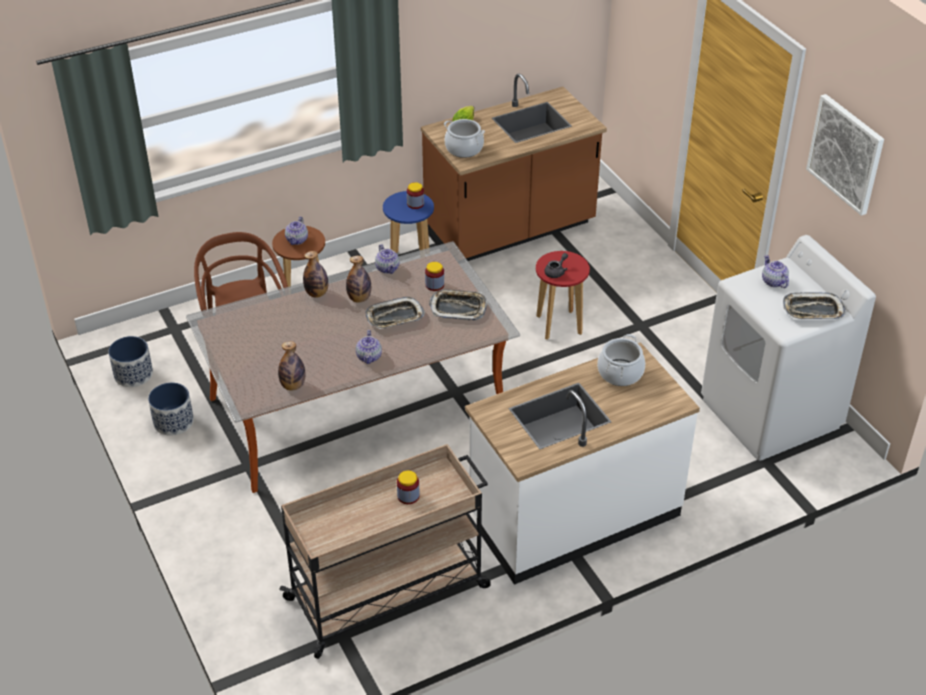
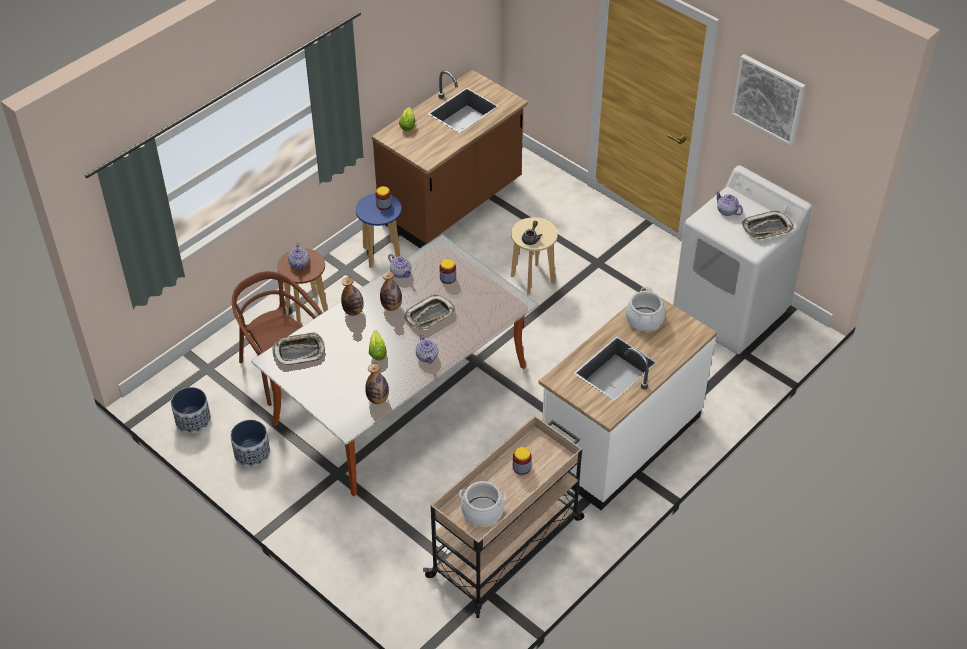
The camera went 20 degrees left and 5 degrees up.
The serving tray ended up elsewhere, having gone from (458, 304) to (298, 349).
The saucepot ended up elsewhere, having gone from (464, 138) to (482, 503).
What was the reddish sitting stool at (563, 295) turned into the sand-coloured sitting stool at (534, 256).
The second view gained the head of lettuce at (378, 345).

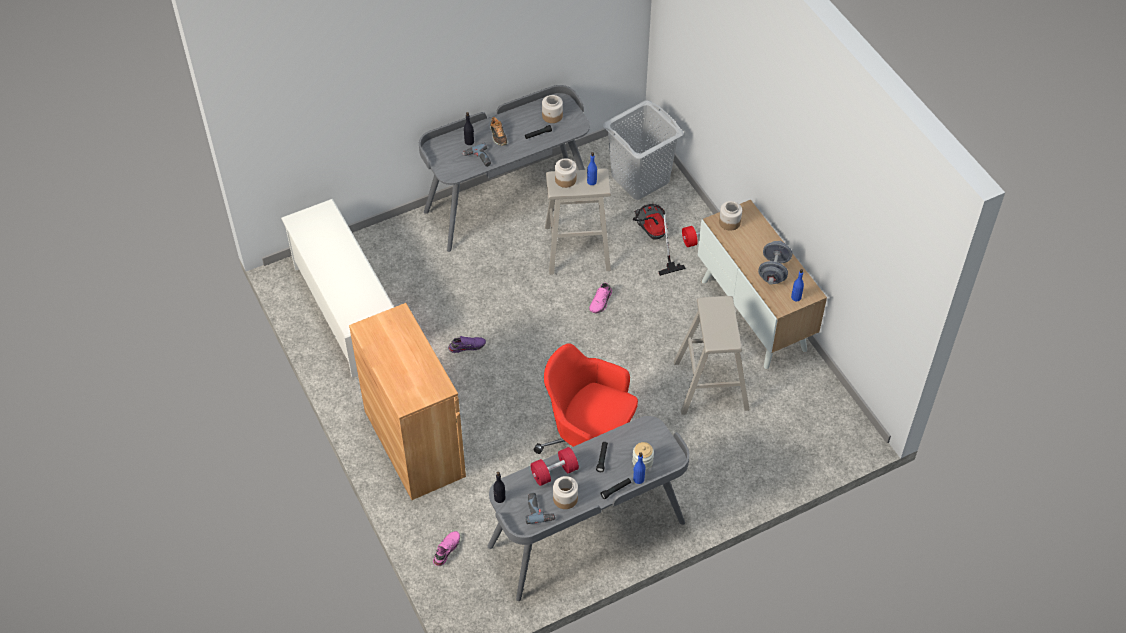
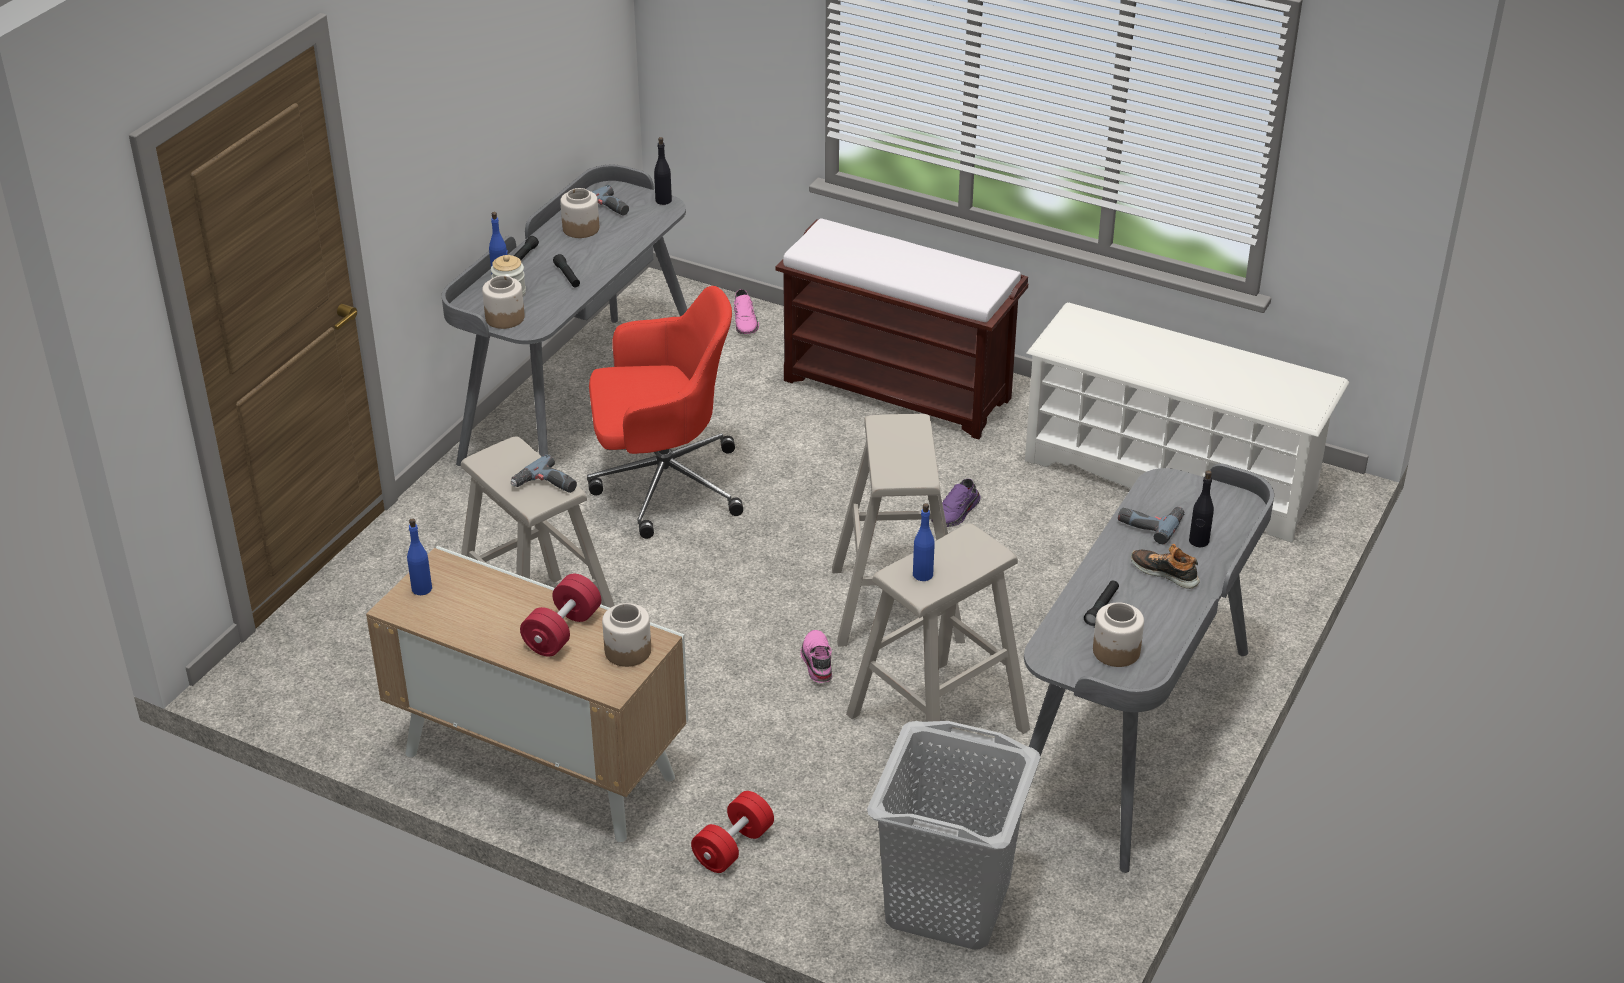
The camera went 145 degrees right and 15 degrees down.
Where the brown storage cabinet stood at (407, 401), the brown bench came to stand at (901, 328).
The reddish hand weight ended up elsewhere, having gone from (554, 466) to (560, 615).
The preserve jar ended up elsewhere, having gone from (566, 173) to (503, 302).
The second view lost the vacuum at (659, 240).
The second view lost the grey hand weight at (775, 263).
The second view gained the electric drill at (544, 473).
The second view gained the sand-coloured sitting stool at (898, 530).

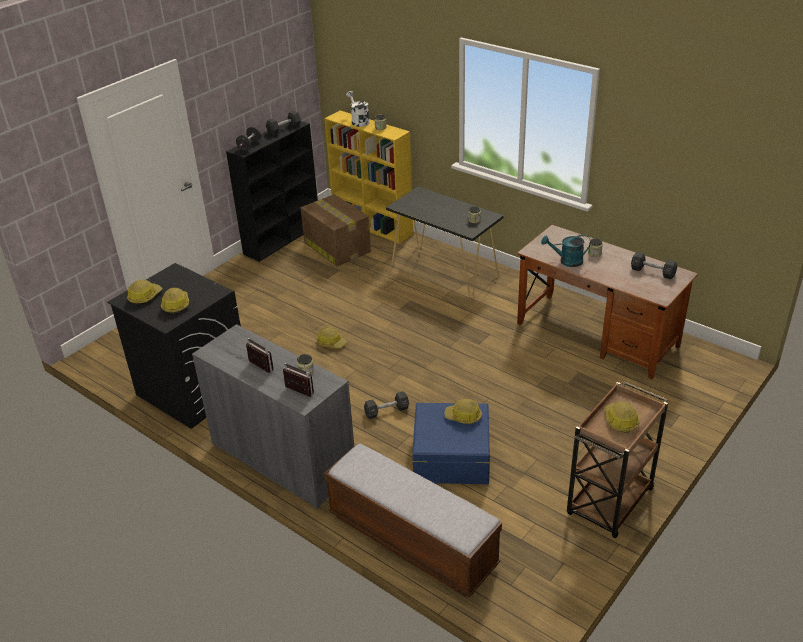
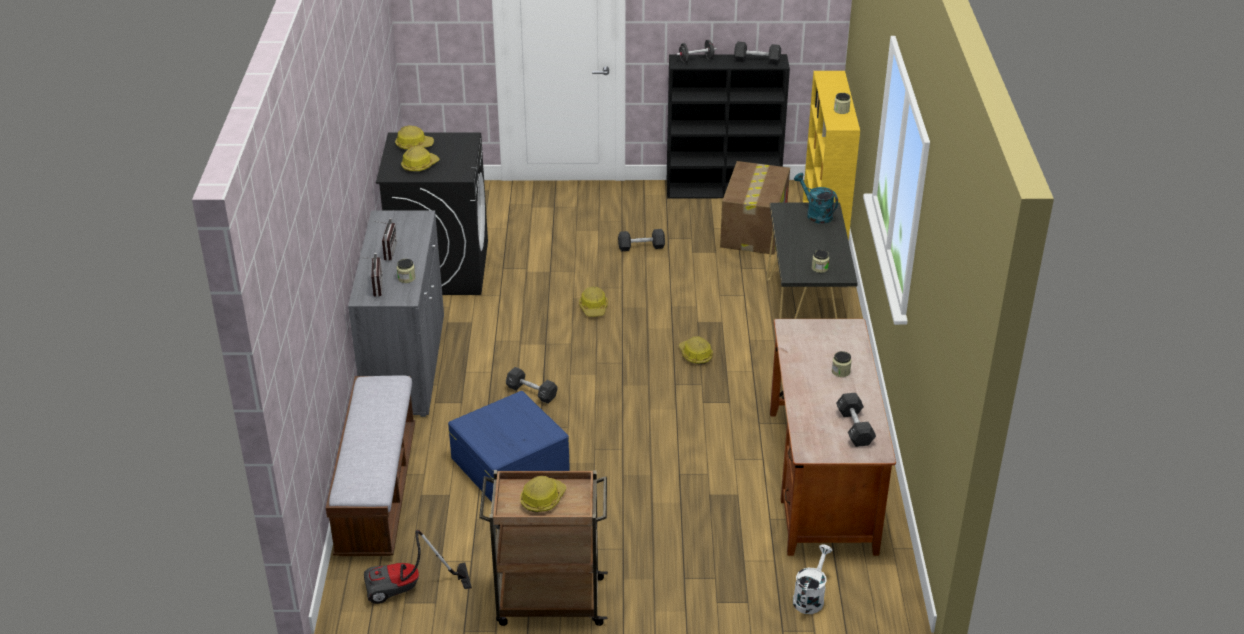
The camera went 50 degrees right and 0 degrees up.
The white-coloured watering pot ended up elsewhere, having gone from (357, 109) to (812, 579).
The work helmet ended up elsewhere, having gone from (463, 411) to (696, 350).
The turquoise watering pot ended up elsewhere, having gone from (566, 250) to (816, 198).
The second view gained the vacuum at (418, 567).
The second view gained the blackish hand weight at (641, 240).

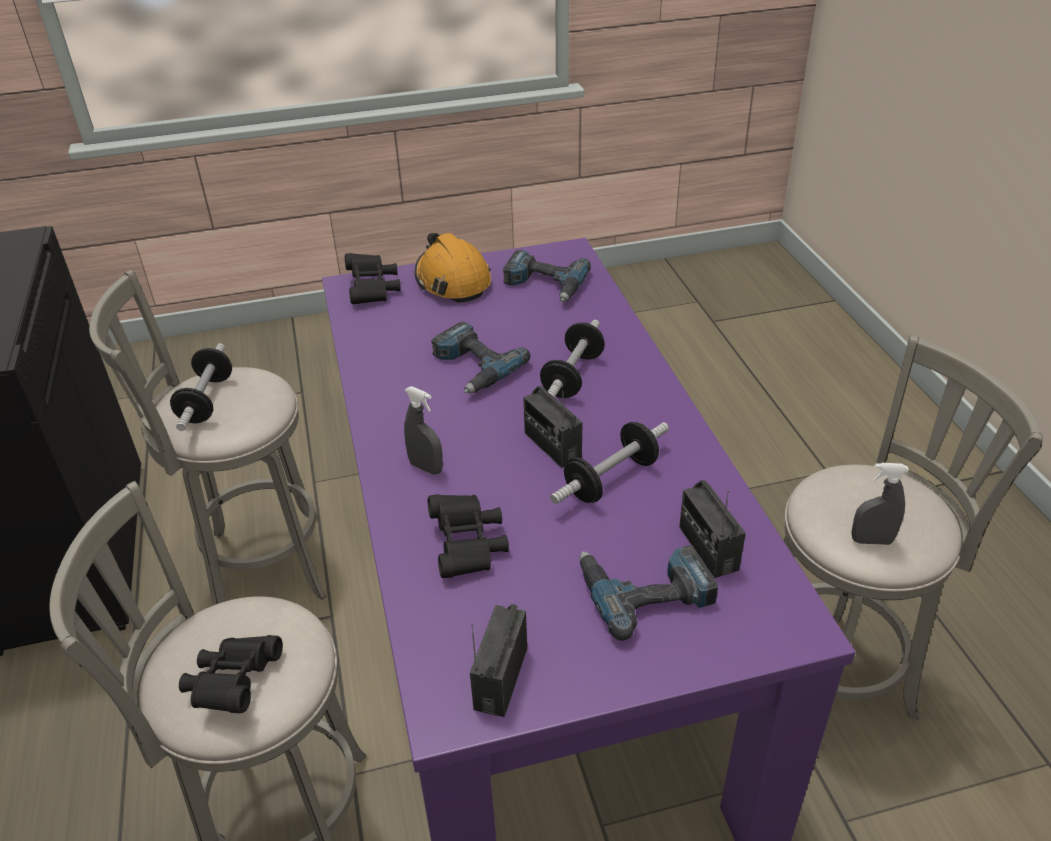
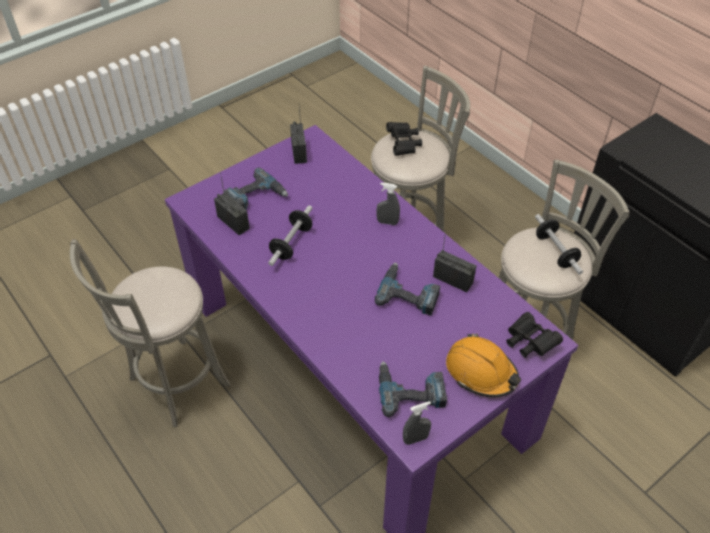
The camera went 155 degrees right and 10 degrees up.
The second view lost the blackish binoculars at (468, 536).
The radio receiver ended up elsewhere, having gone from (553, 426) to (454, 261).
The second view lost the hand weight at (572, 359).
The grey hand sprayer ended up elsewhere, having gone from (880, 504) to (417, 423).

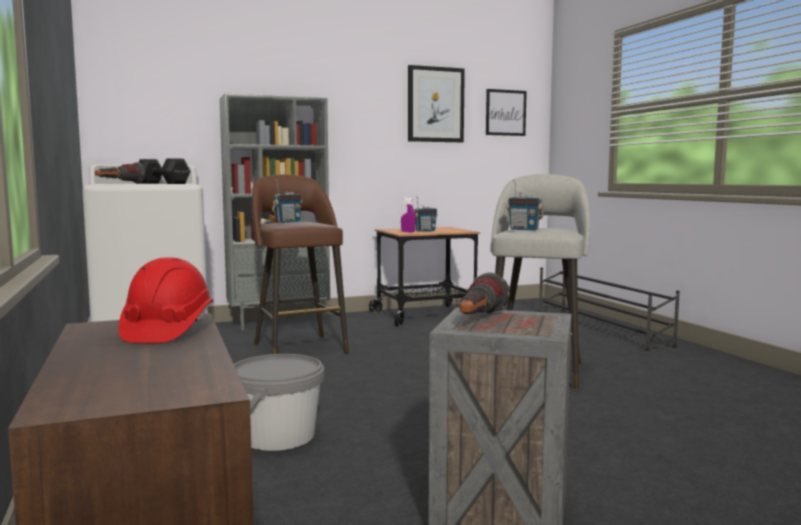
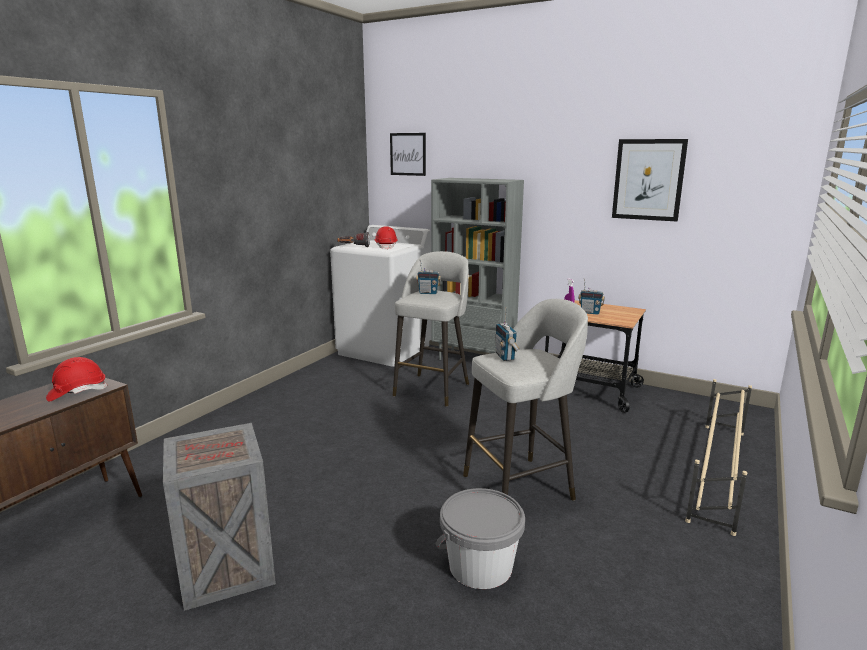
The camera went 50 degrees right and 10 degrees up.
Where the blackish hand weight stood at (164, 171), the reddish work helmet came to stand at (386, 238).
The grey water bucket ended up elsewhere, having gone from (279, 402) to (480, 538).
What was the brown sitting stool at (300, 264) turned into the grey sitting stool at (431, 329).
The second view lost the torch at (485, 293).
The wall art ended up elsewhere, having gone from (506, 112) to (408, 154).
What was the blackish shoe rack at (609, 309) turned into the sand-coloured shoe rack at (718, 457).

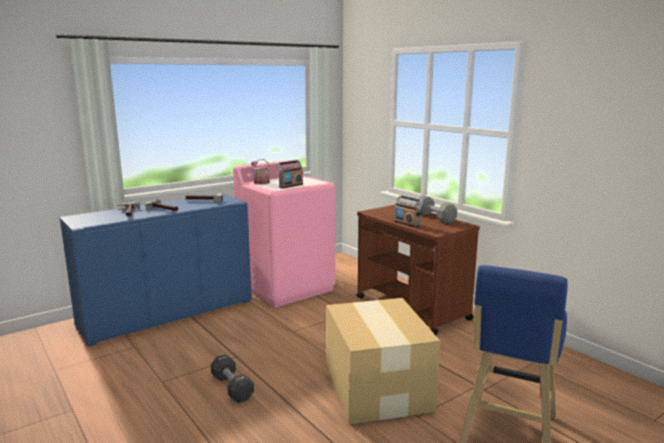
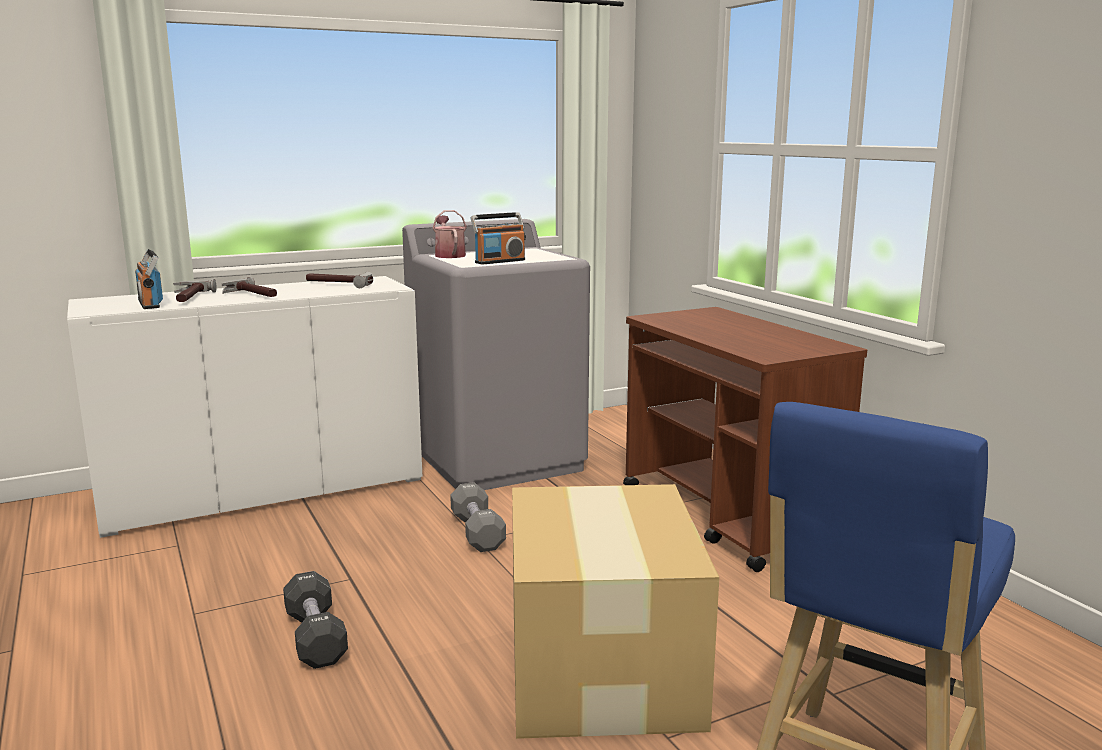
The camera went 10 degrees right and 0 degrees up.
What was the bluish storage cabinet at (156, 270) turned into the white-coloured storage cabinet at (244, 407).
What was the pink-coloured laundry appliance at (284, 233) turned into the grey laundry appliance at (496, 354).
The radio receiver ended up elsewhere, having gone from (408, 211) to (149, 279).
The grey hand weight ended up elsewhere, having gone from (436, 210) to (478, 517).

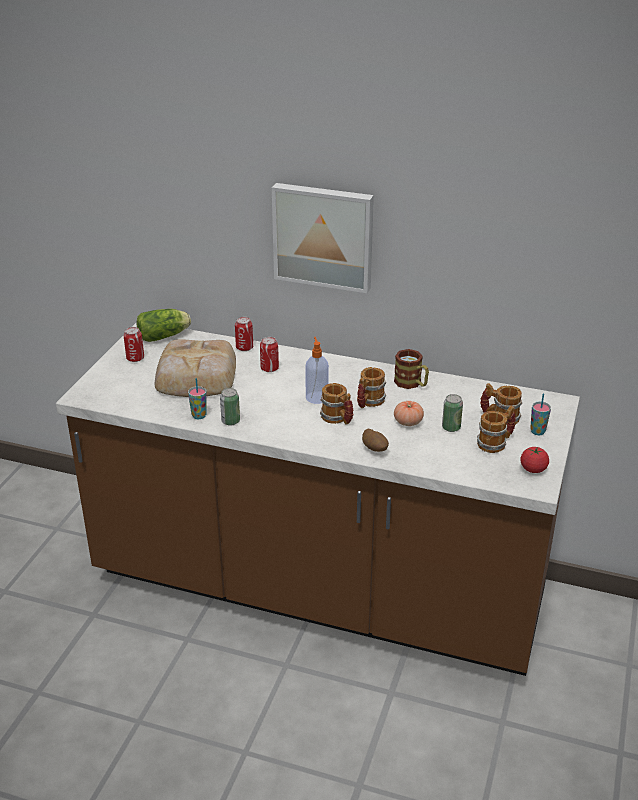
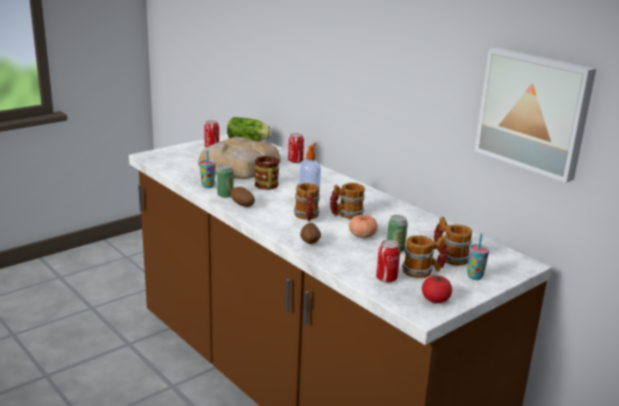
The camera went 30 degrees right and 10 degrees down.
The metal can ended up elsewhere, having gone from (269, 354) to (388, 261).
The wall art ended up elsewhere, having gone from (323, 238) to (535, 115).
The coffee mug ended up elsewhere, having gone from (411, 369) to (267, 173).
The second view gained the potato at (243, 197).

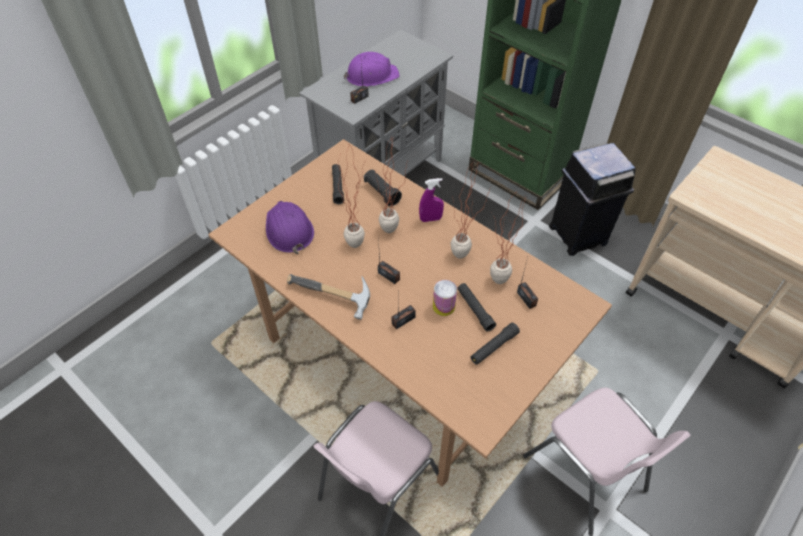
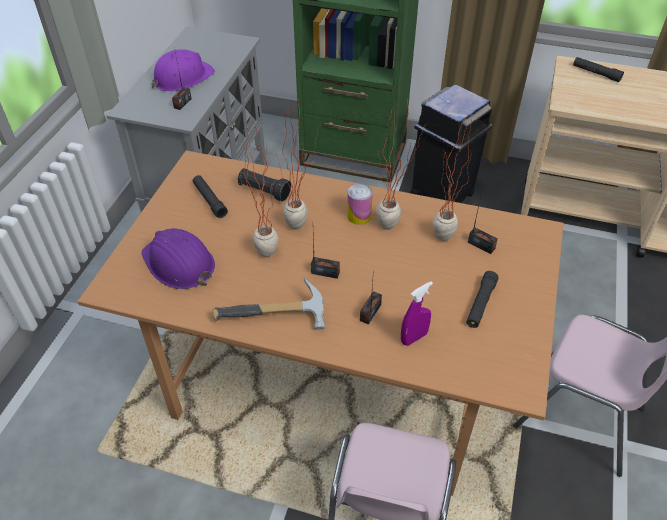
The camera went 25 degrees left and 5 degrees down.
The purple-coloured hand sprayer ended up elsewhere, having gone from (431, 200) to (417, 313).
The metal can ended up elsewhere, having gone from (445, 298) to (360, 204).
The blackish torch ended up elsewhere, having gone from (476, 307) to (598, 69).

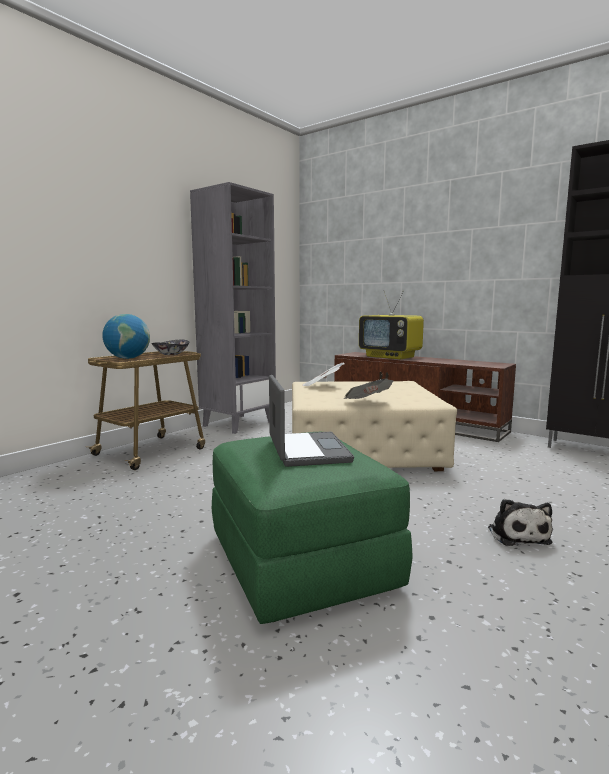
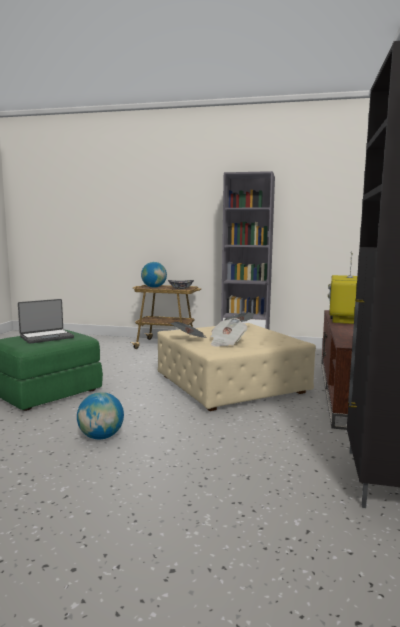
The camera went 65 degrees right and 0 degrees up.
Where the plush toy stood at (520, 522), the desk globe came to stand at (100, 415).
The second view gained the printed paper at (228, 332).

